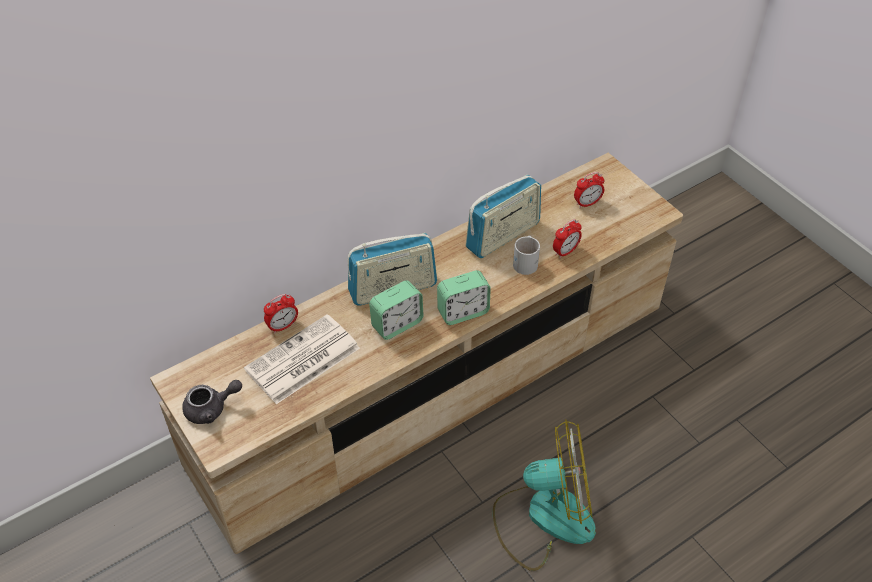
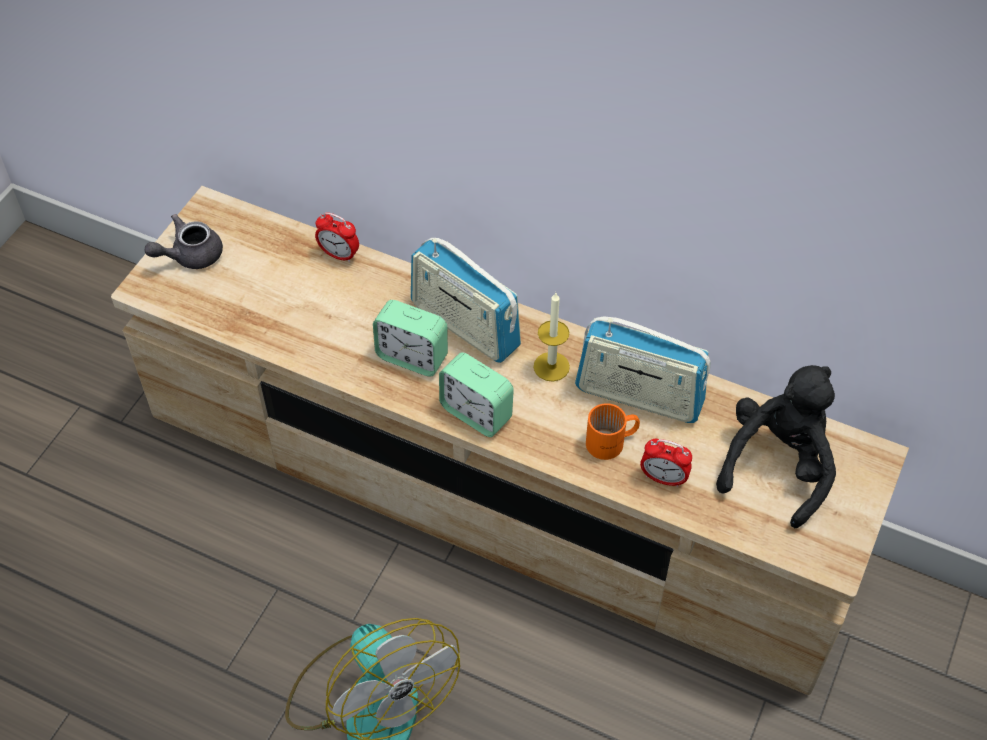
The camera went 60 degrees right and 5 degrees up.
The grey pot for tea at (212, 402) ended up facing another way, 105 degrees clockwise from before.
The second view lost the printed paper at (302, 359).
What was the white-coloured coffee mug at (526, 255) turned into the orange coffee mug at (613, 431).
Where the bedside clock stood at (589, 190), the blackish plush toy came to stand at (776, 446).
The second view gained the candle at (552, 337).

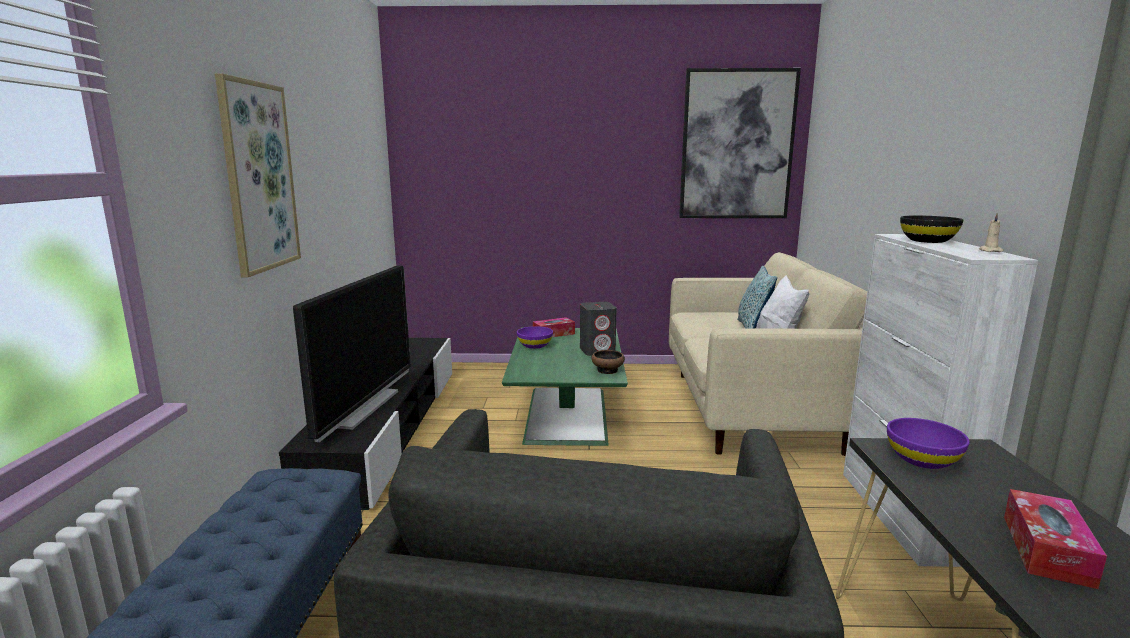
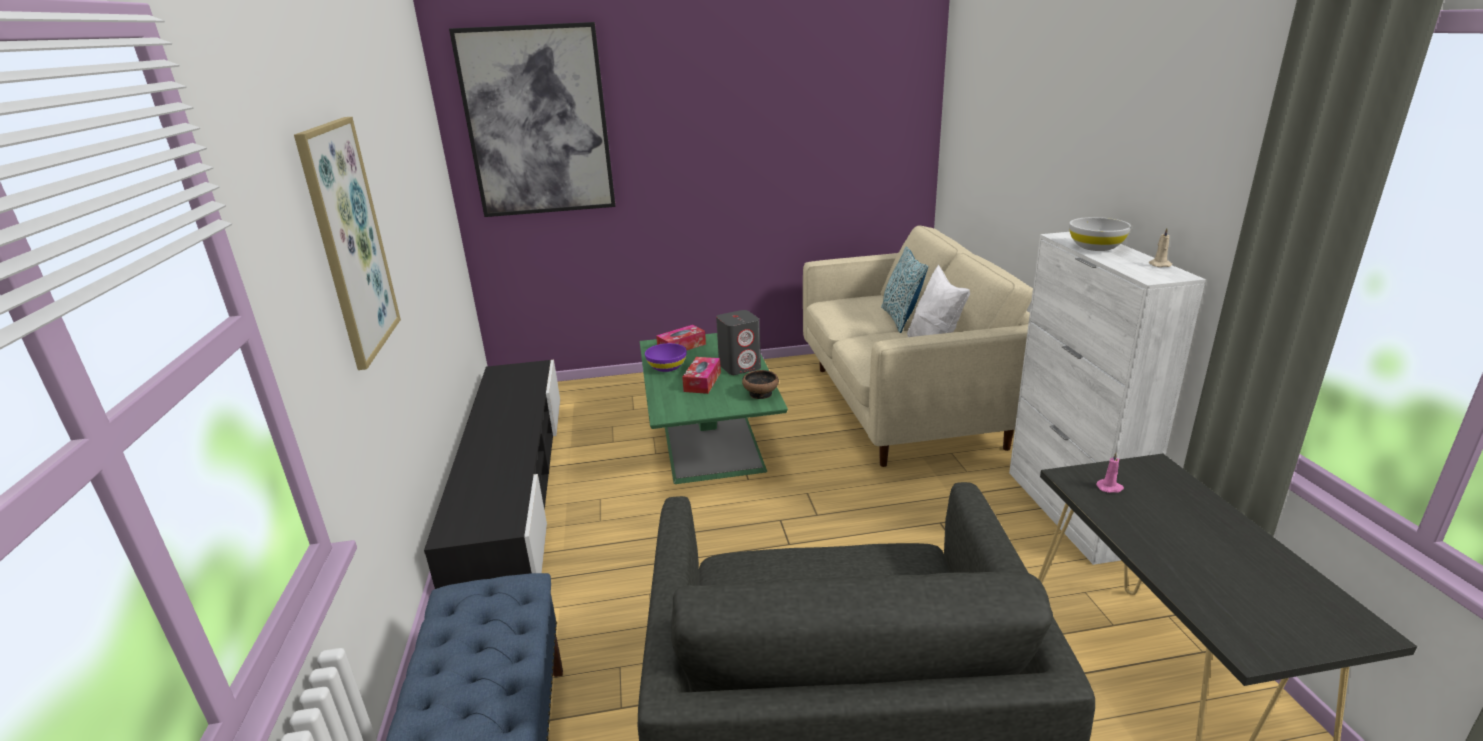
The camera went 10 degrees left and 10 degrees up.
The second view lost the television at (351, 354).
The wall art ended up elsewhere, having gone from (740, 143) to (532, 119).
Where the purple-coloured serving bowl stood at (928, 443), the pink-coloured candle came to stand at (1110, 472).
What was the blackish serving bowl at (932, 229) turned into the white-coloured serving bowl at (1100, 234).
The tissue holder ended up elsewhere, having gone from (1055, 539) to (701, 375).

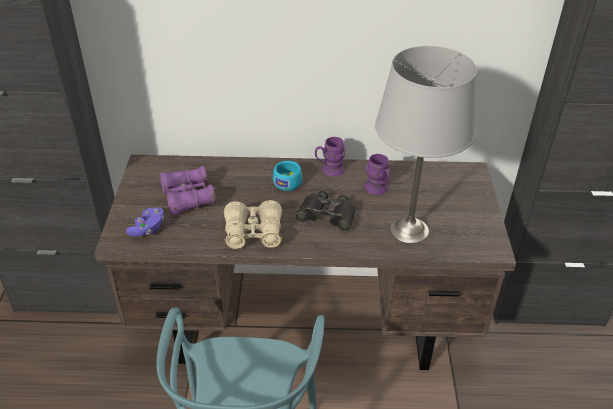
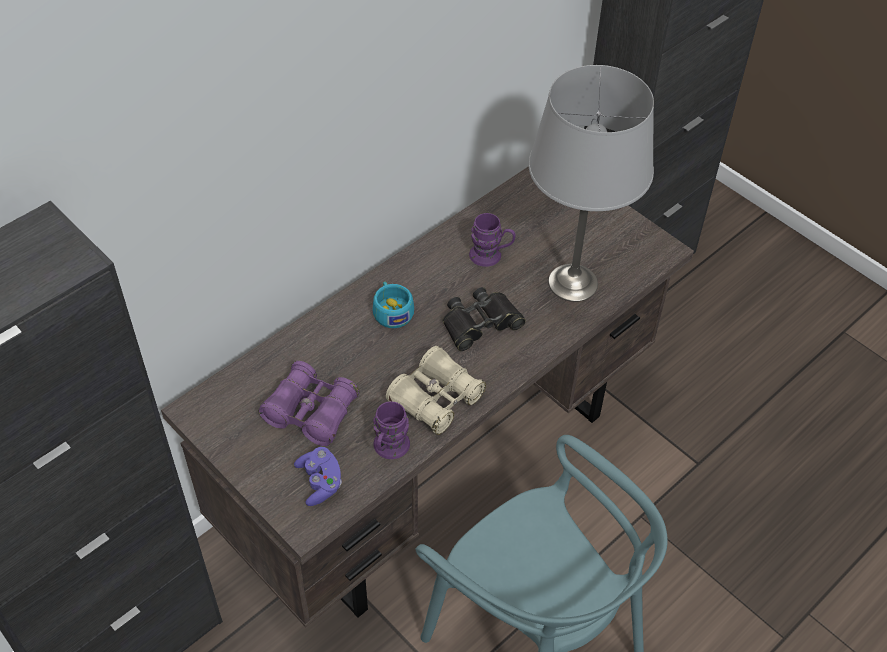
The camera went 45 degrees left and 10 degrees up.
The purple-coloured coffee mug ended up elsewhere, having gone from (330, 156) to (391, 430).

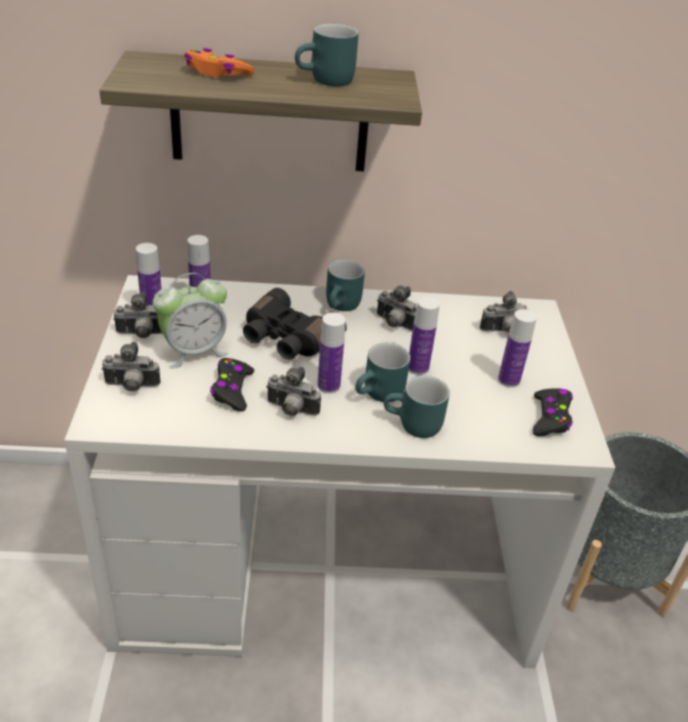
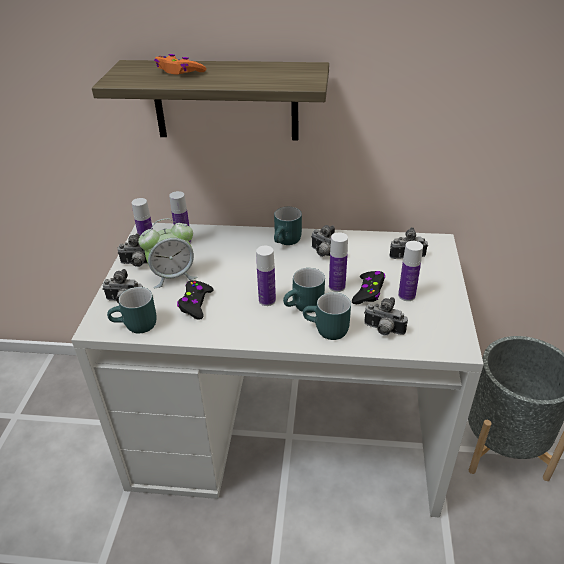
The camera went 10 degrees right and 0 degrees up.
The second view lost the blackish binoculars at (295, 324).
The still camera ended up elsewhere, having gone from (293, 391) to (386, 316).
The turquoise coffee mug ended up elsewhere, having gone from (327, 55) to (131, 310).
The blackish joypad ended up elsewhere, having gone from (553, 412) to (368, 287).

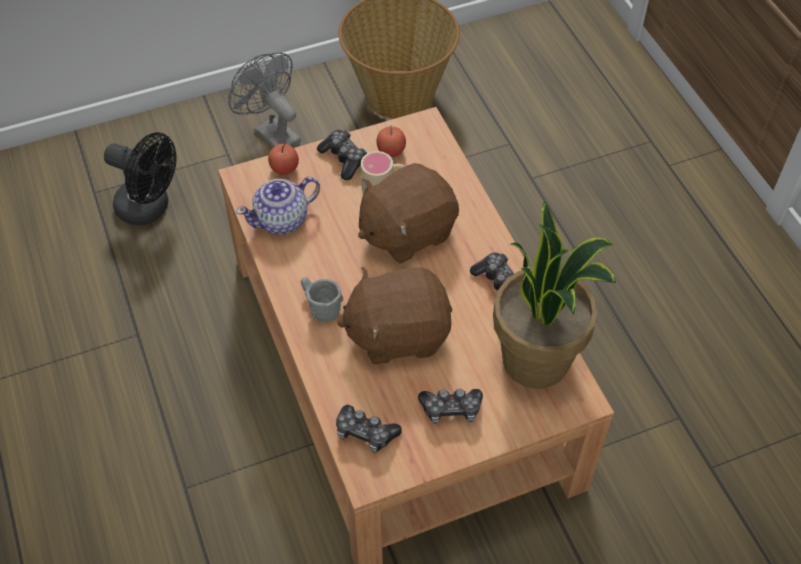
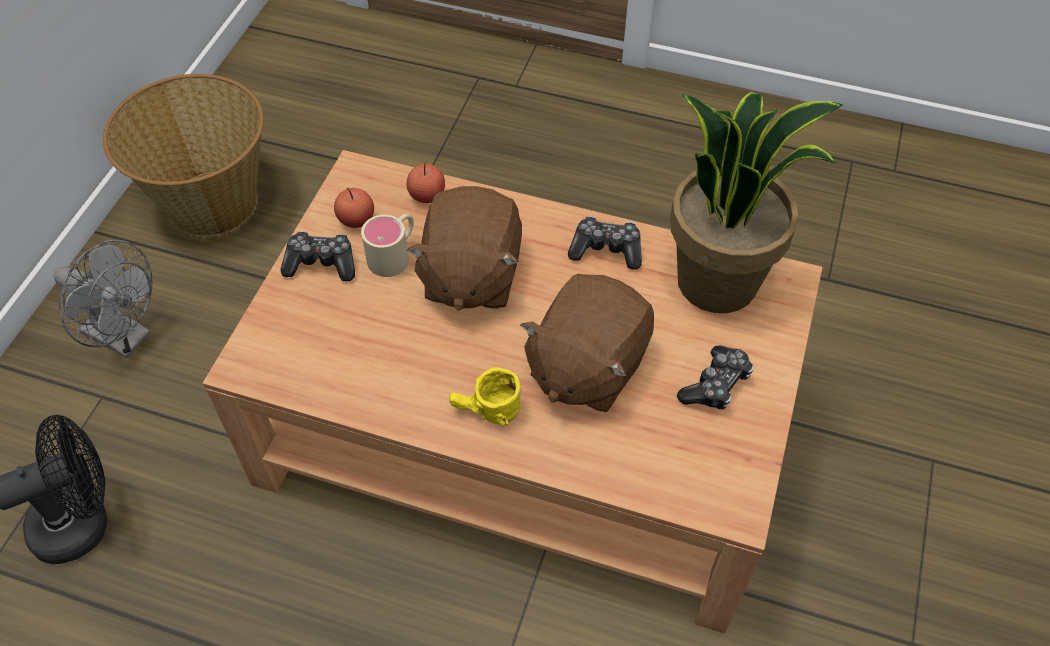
The camera went 50 degrees left and 0 degrees up.
The grey fan at (264, 99) ended up facing another way, 150 degrees counterclockwise from before.
The second view lost the pot for tea at (278, 205).
The apple fruit ended up elsewhere, having gone from (283, 159) to (426, 182).
What was the grey coffee mug at (322, 299) turned into the yellow-coloured coffee mug at (485, 396).
The second view lost the joypad at (369, 429).

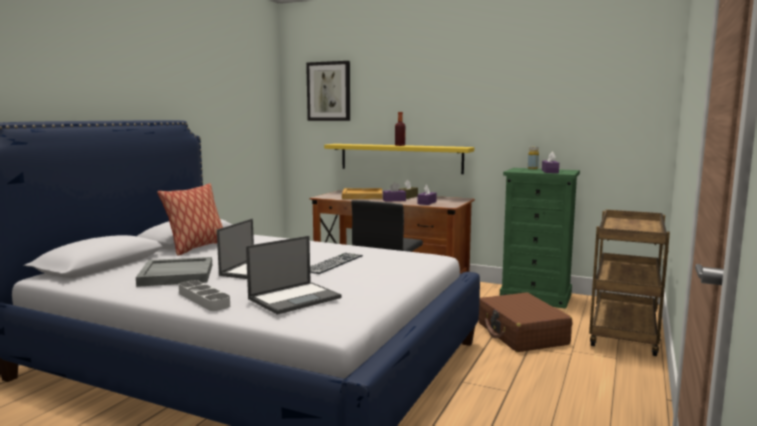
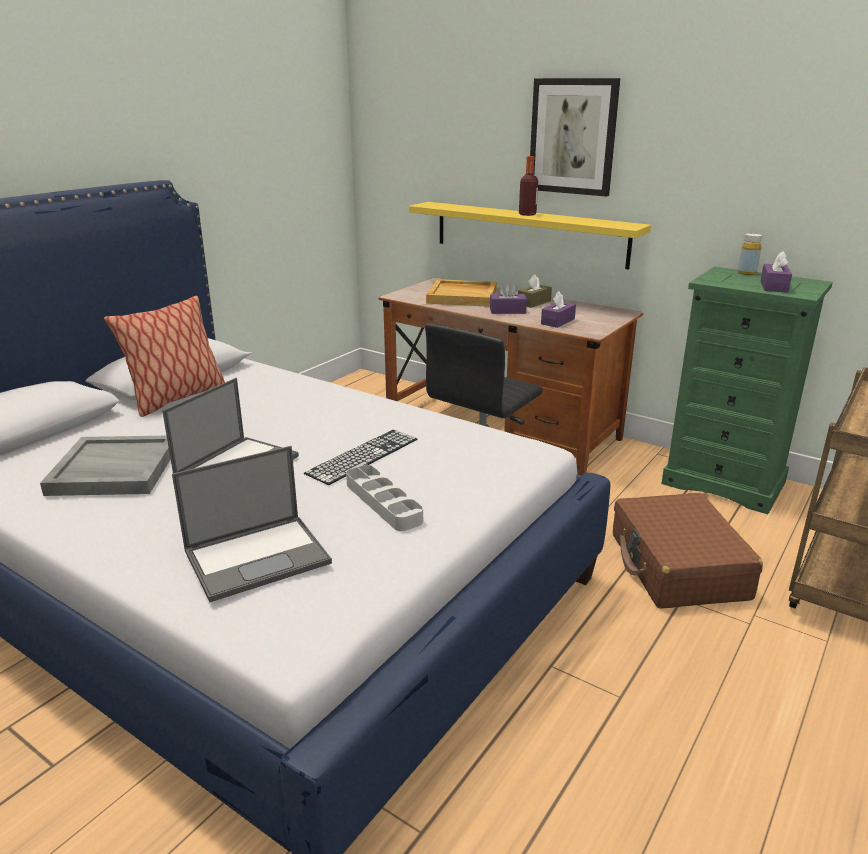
The camera went 10 degrees right and 15 degrees up.
The grey serving tray ended up elsewhere, having gone from (204, 295) to (384, 498).
The wall art ended up elsewhere, having gone from (328, 91) to (575, 137).

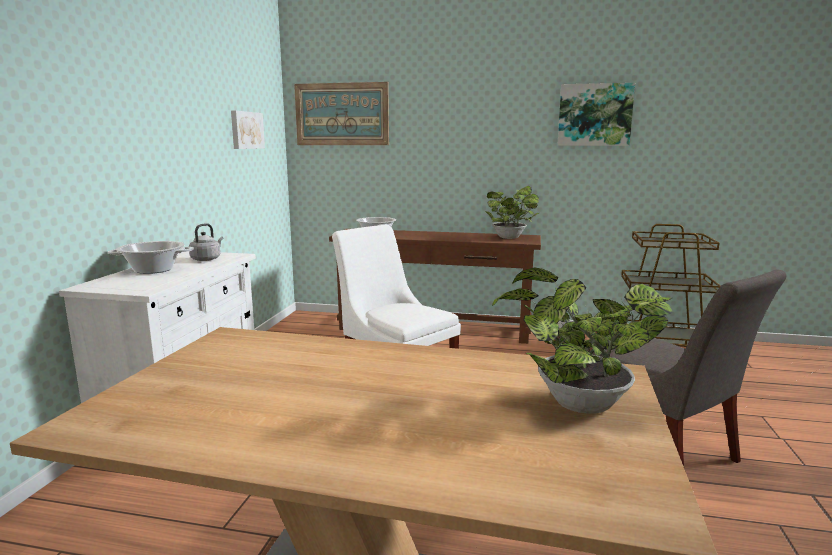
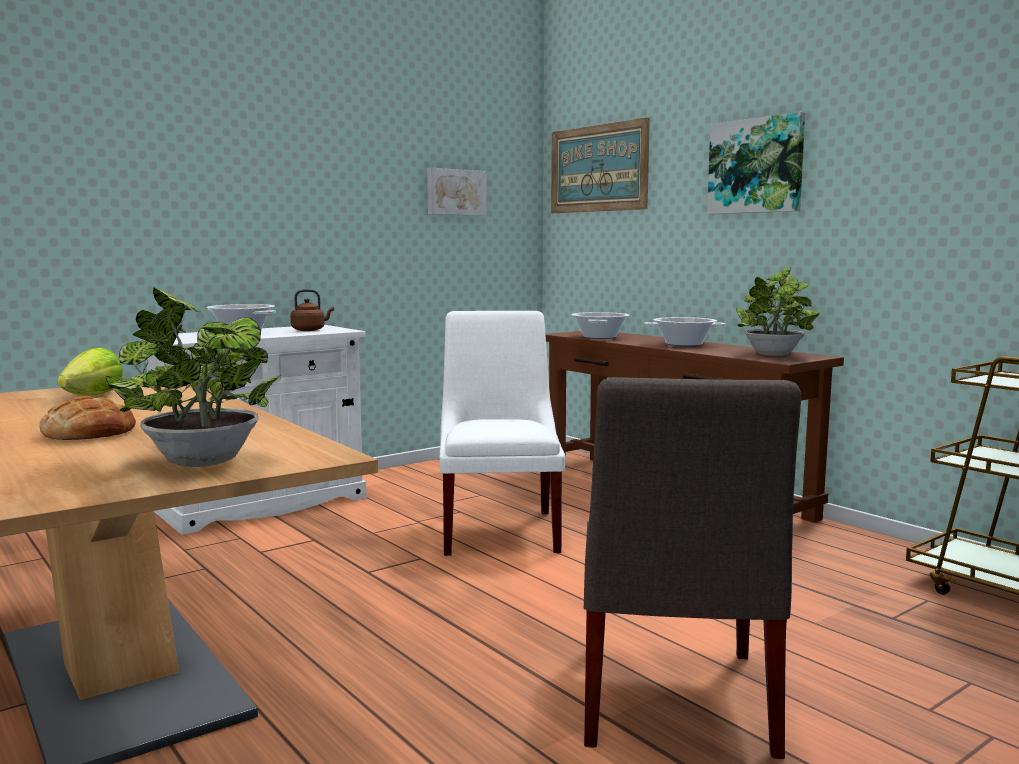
The camera went 40 degrees right and 5 degrees down.
What was the grey tea kettle at (206, 242) turned into the brown tea kettle at (312, 310).
The wall art ended up elsewhere, having gone from (596, 114) to (756, 163).
The second view gained the baked bread at (88, 418).
The second view gained the head of lettuce at (90, 371).
The second view gained the saucepot at (685, 331).

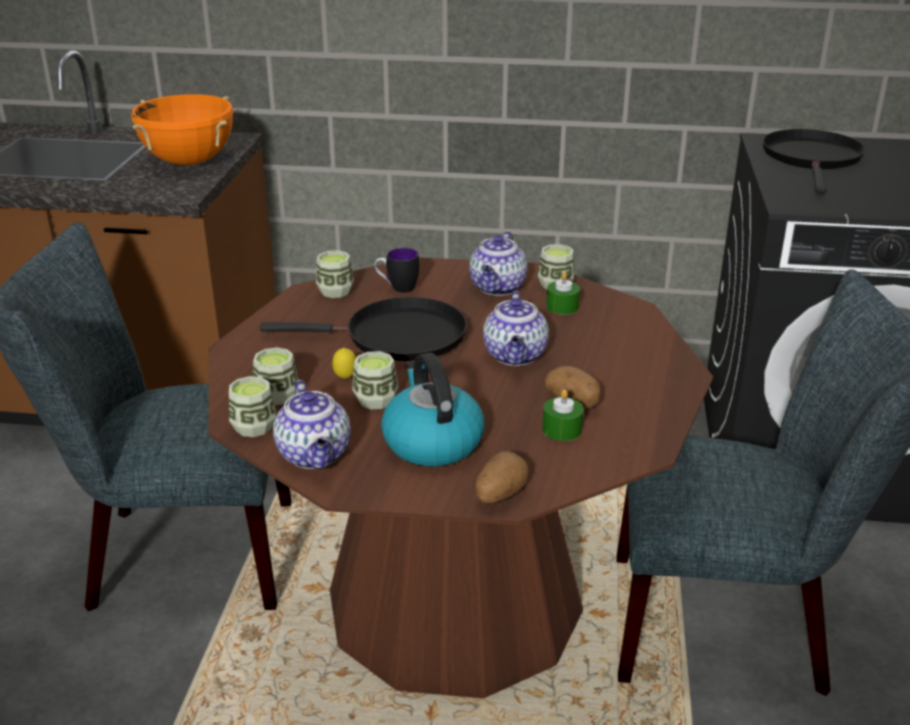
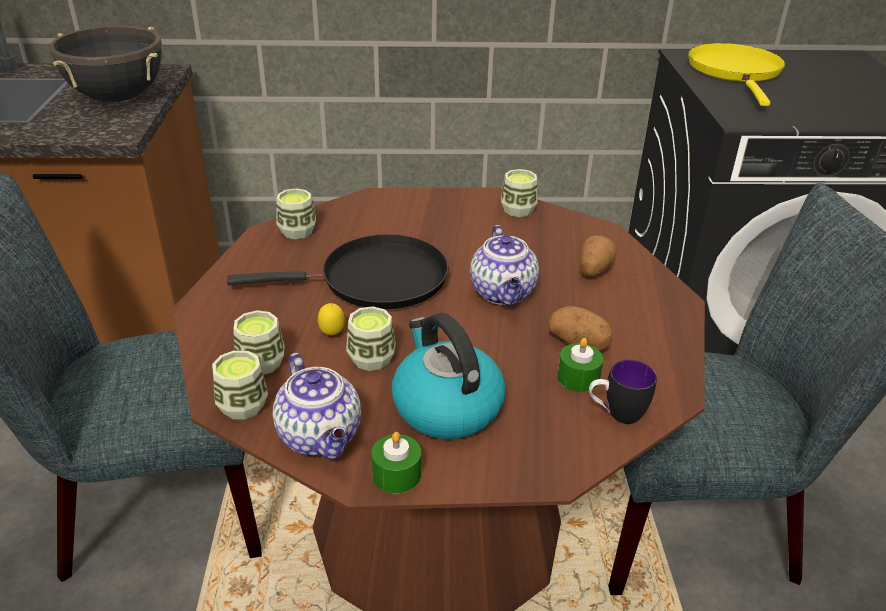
The camera went 10 degrees left and 5 degrees up.
What was the orange saucepot at (182, 129) turned into the blackish saucepot at (105, 64).
The coffee mug ended up elsewhere, having gone from (396, 270) to (623, 392).
The second view lost the pot for tea at (498, 263).
The potato ended up elsewhere, having gone from (502, 477) to (598, 255).
The green candle ended up elsewhere, having gone from (563, 293) to (396, 462).
What was the blackish pan at (814, 161) turned into the yellow-coloured pan at (736, 74).

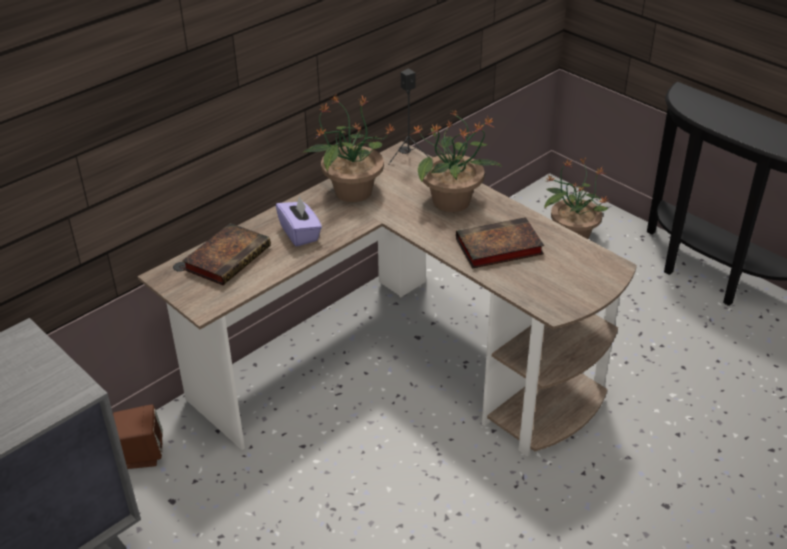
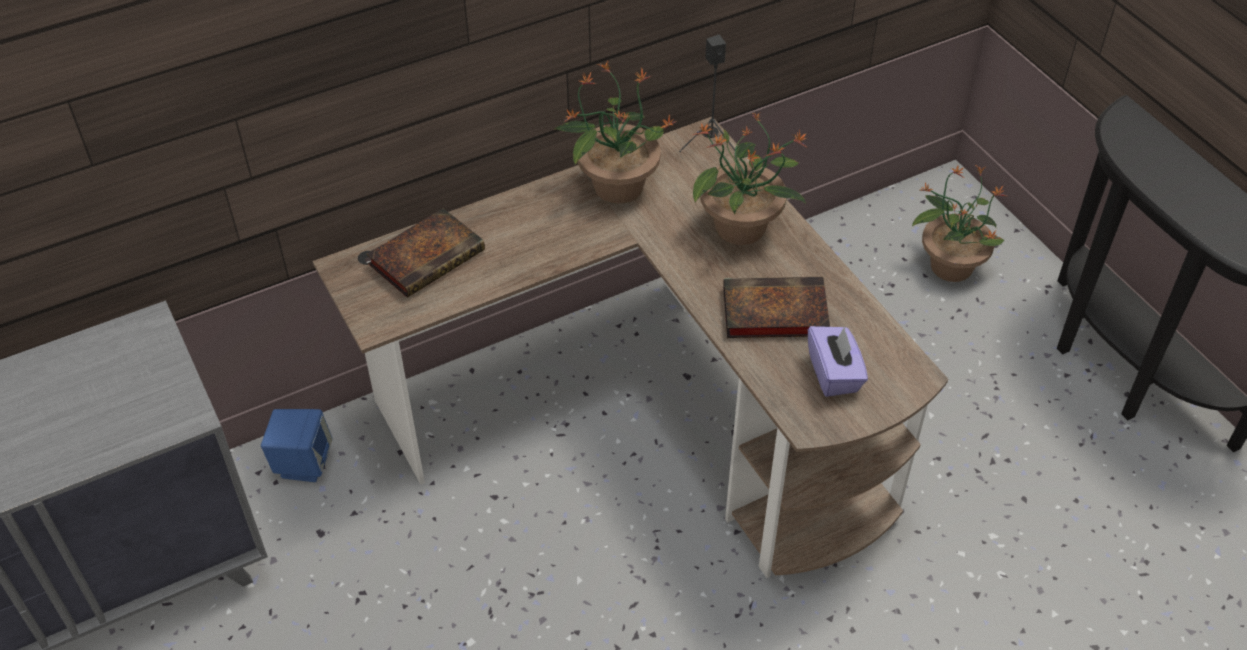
The camera went 15 degrees right and 10 degrees up.
What was the brown speaker at (138, 437) turned into the bluish speaker at (297, 445).
The purple-coloured tissue holder ended up elsewhere, having gone from (299, 221) to (838, 361).

